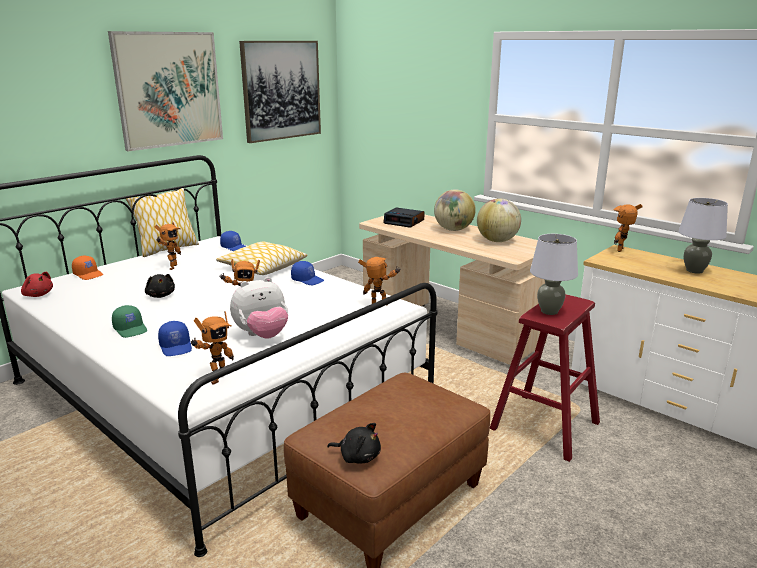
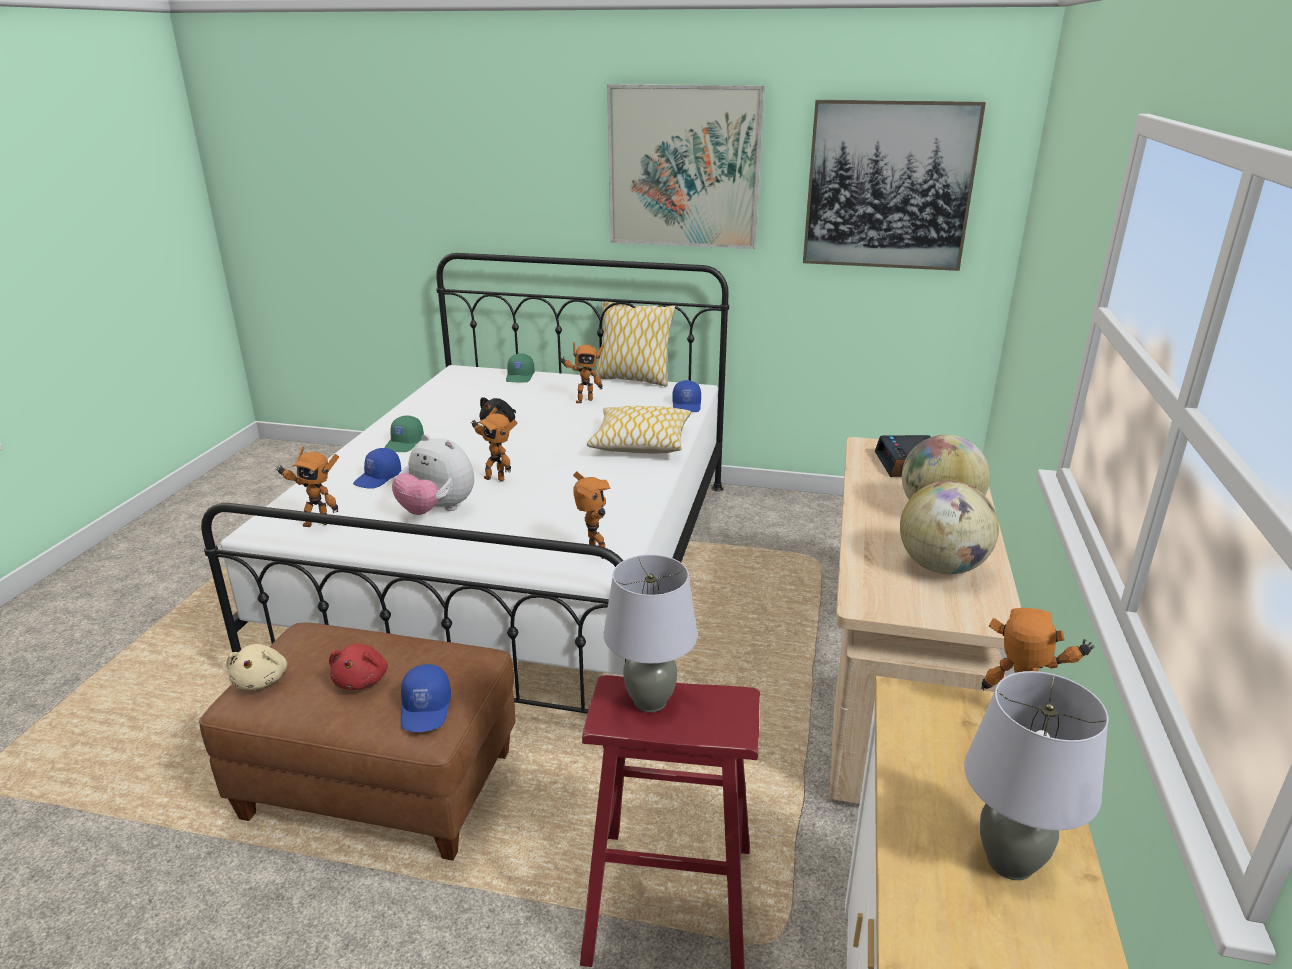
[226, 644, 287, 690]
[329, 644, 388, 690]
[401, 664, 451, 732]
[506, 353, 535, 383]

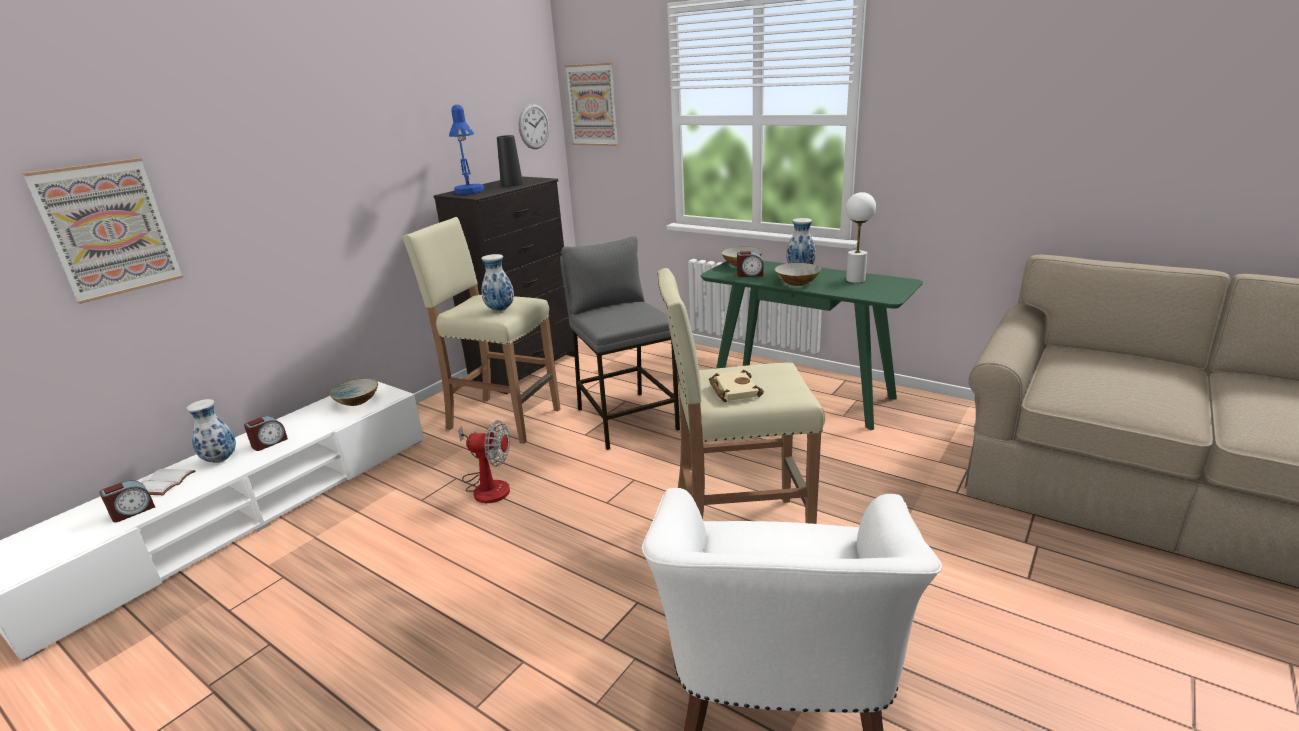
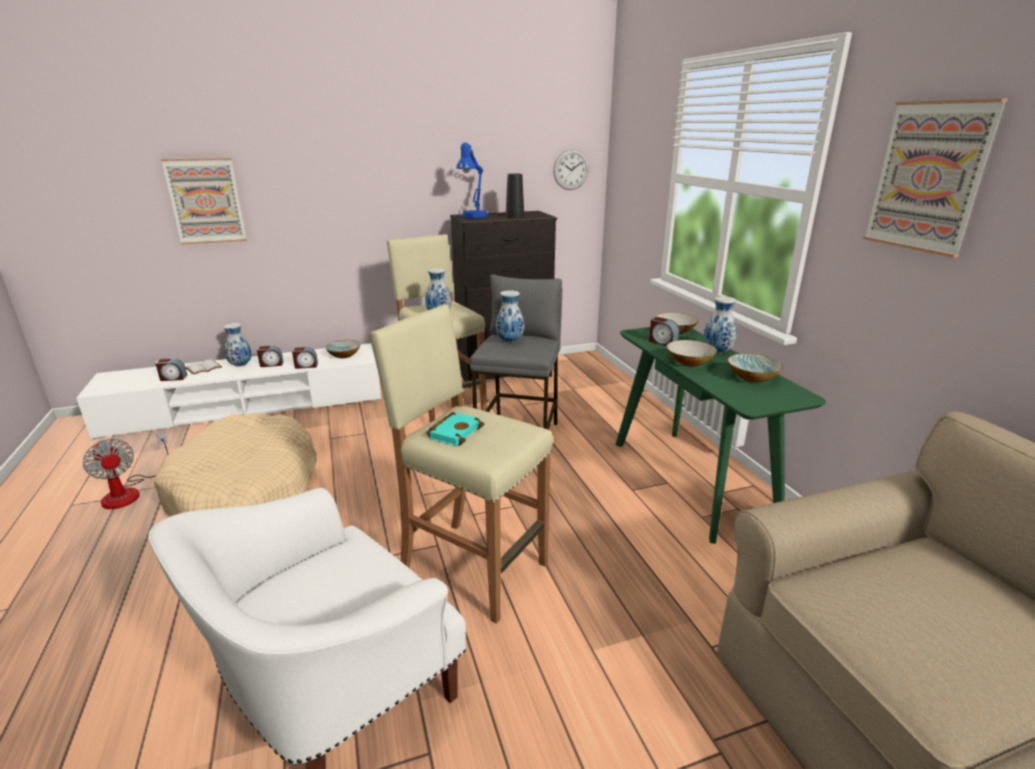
[83, 432, 169, 509]
[154, 413, 317, 517]
[292, 347, 318, 369]
[426, 412, 484, 446]
[496, 290, 524, 343]
[728, 354, 783, 383]
[863, 98, 1008, 258]

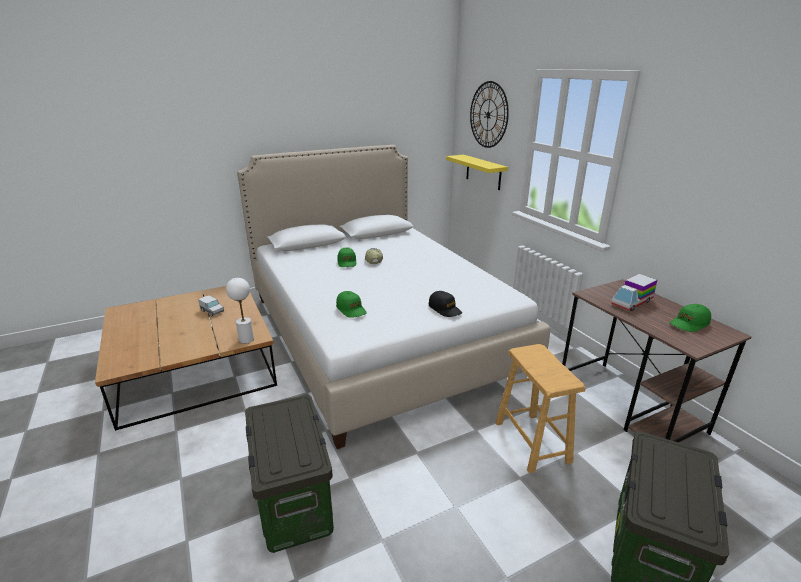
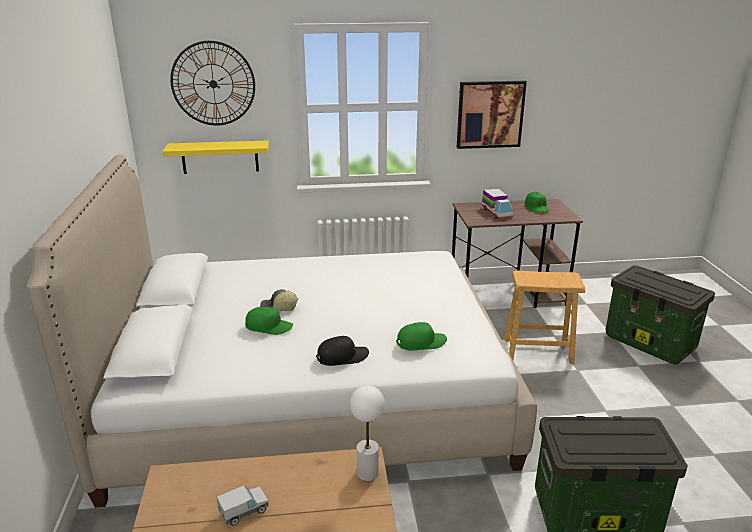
[316, 336, 369, 366]
[456, 80, 527, 149]

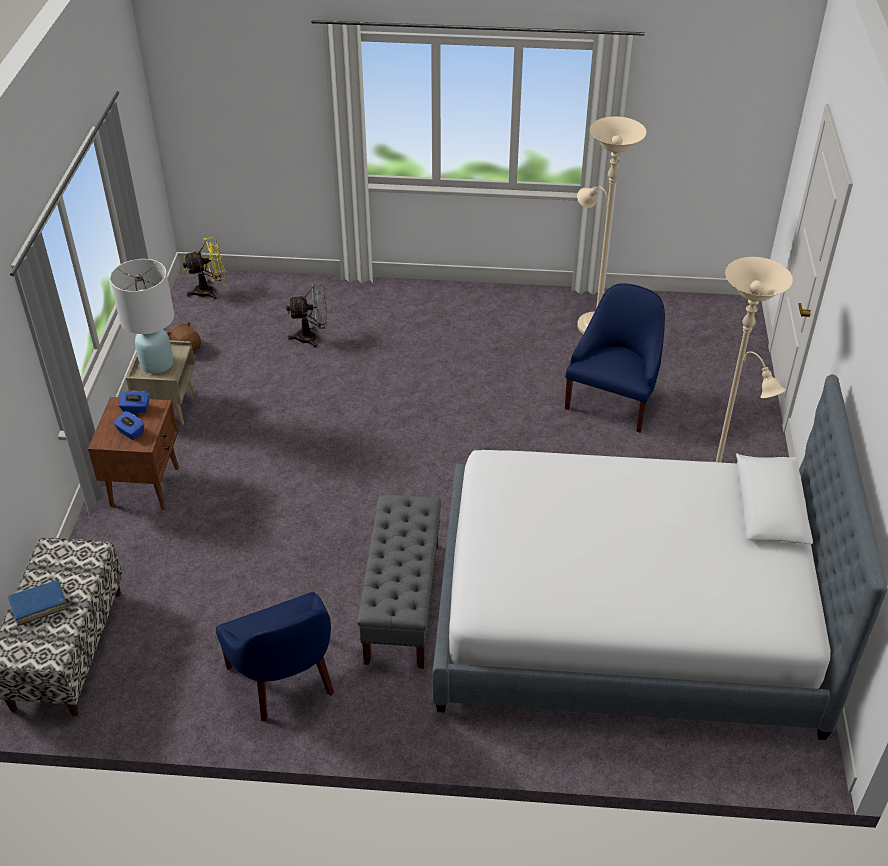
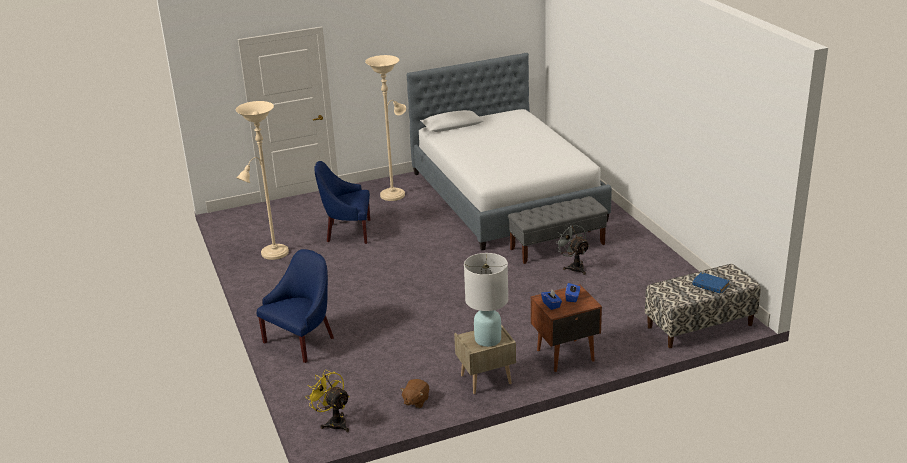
[257, 249, 334, 363]
[555, 223, 590, 275]

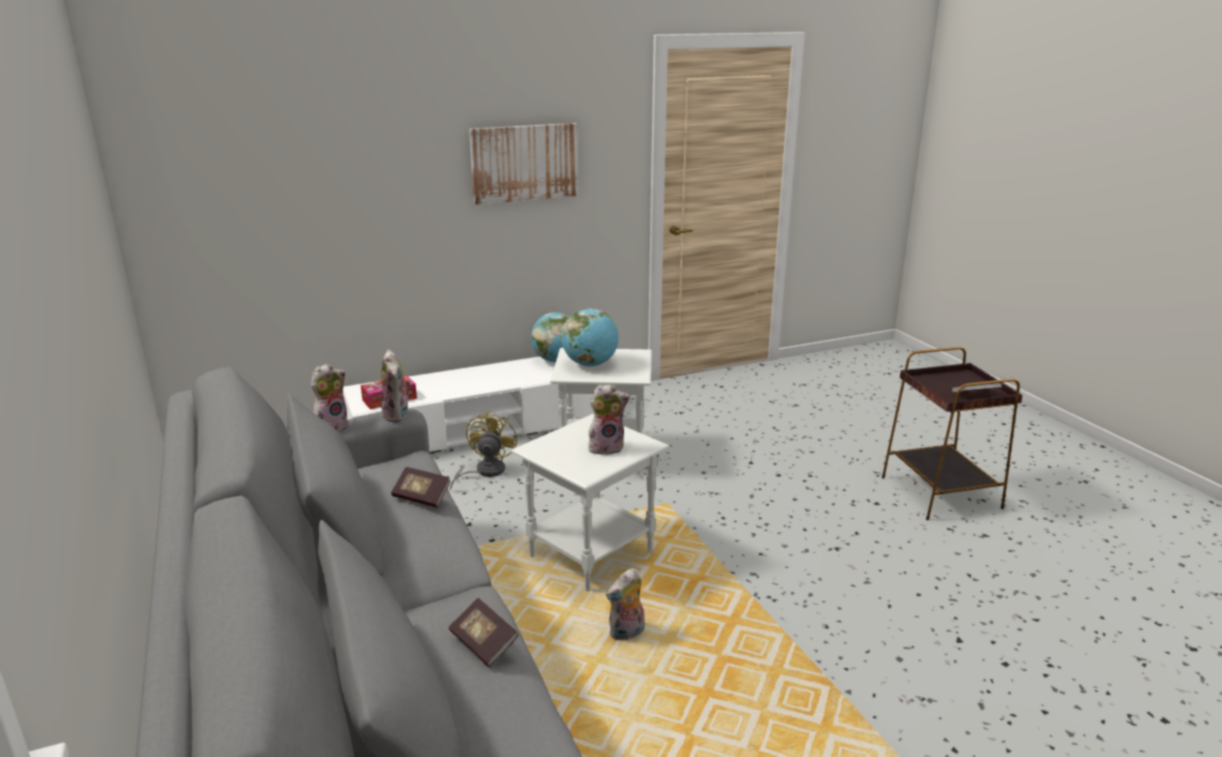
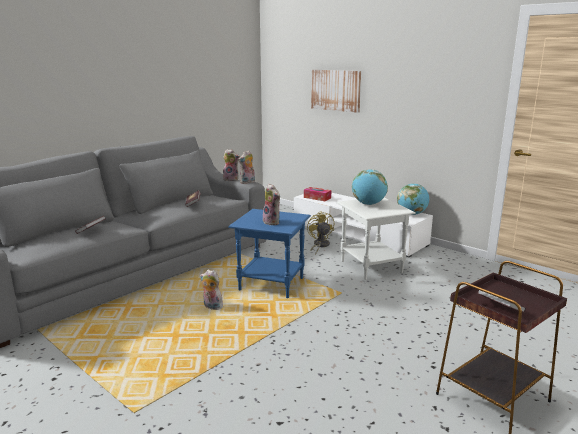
[228, 209, 311, 298]
[307, 211, 334, 255]
[311, 70, 361, 113]

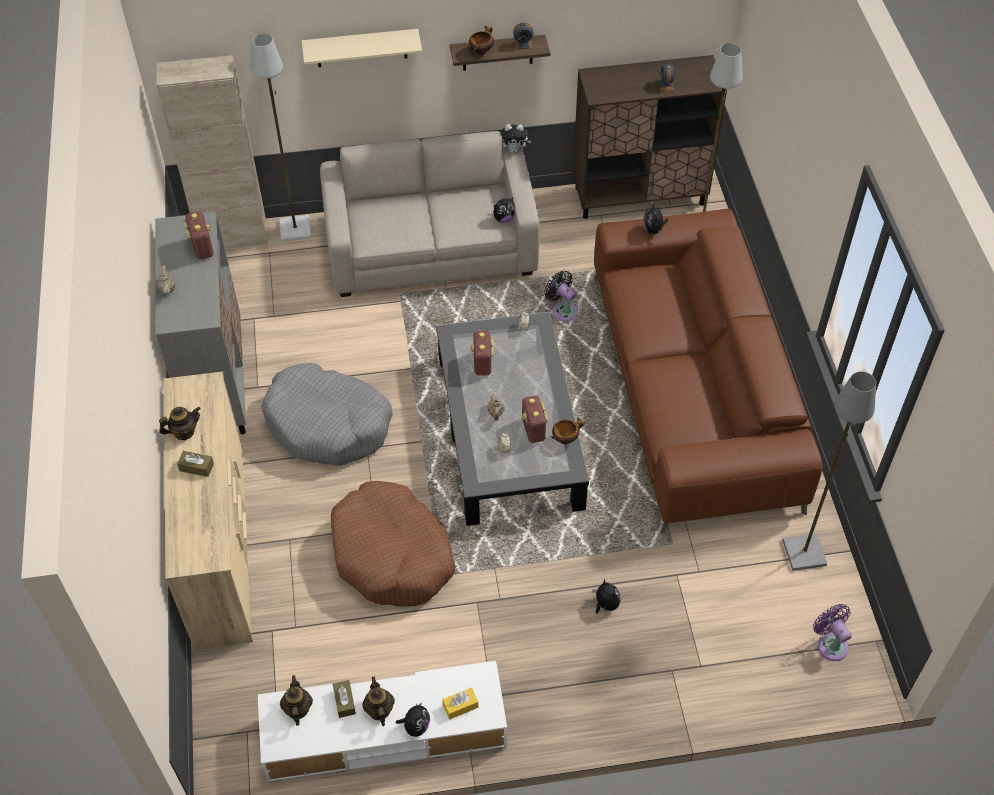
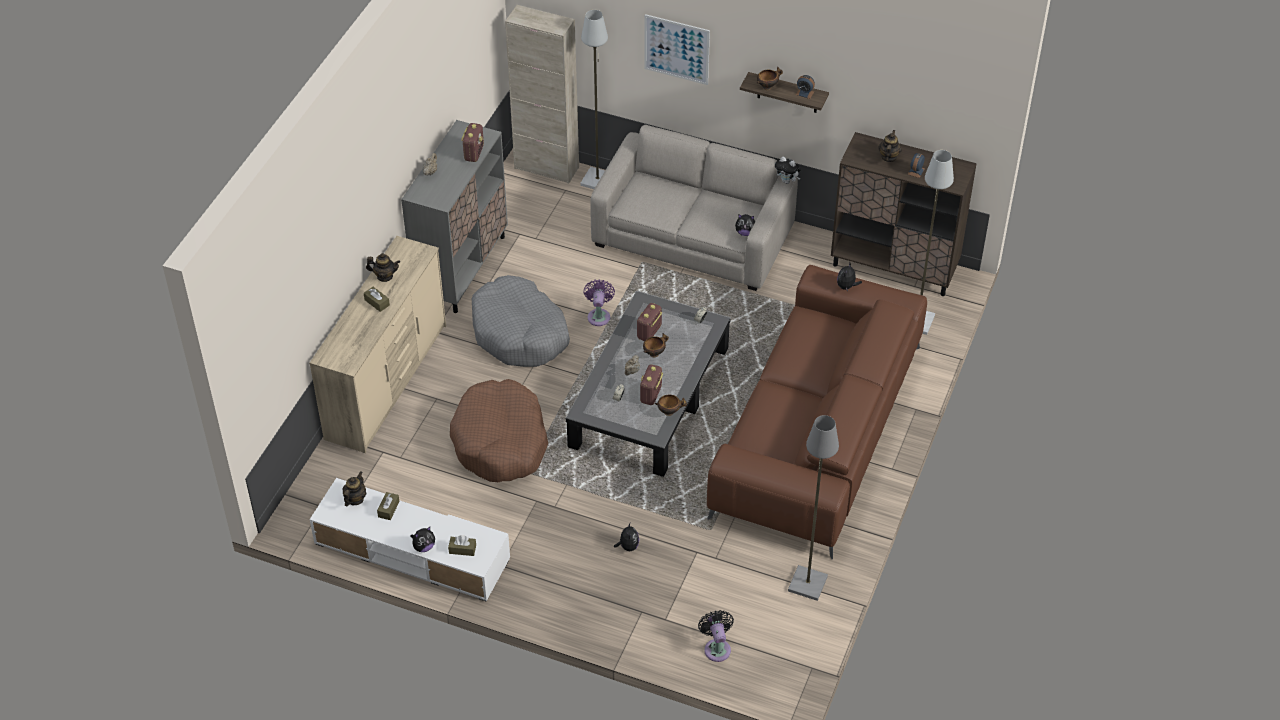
[448, 536, 476, 556]
[584, 279, 615, 326]
[643, 333, 669, 357]
[644, 14, 710, 85]
[698, 610, 734, 662]
[878, 130, 902, 162]

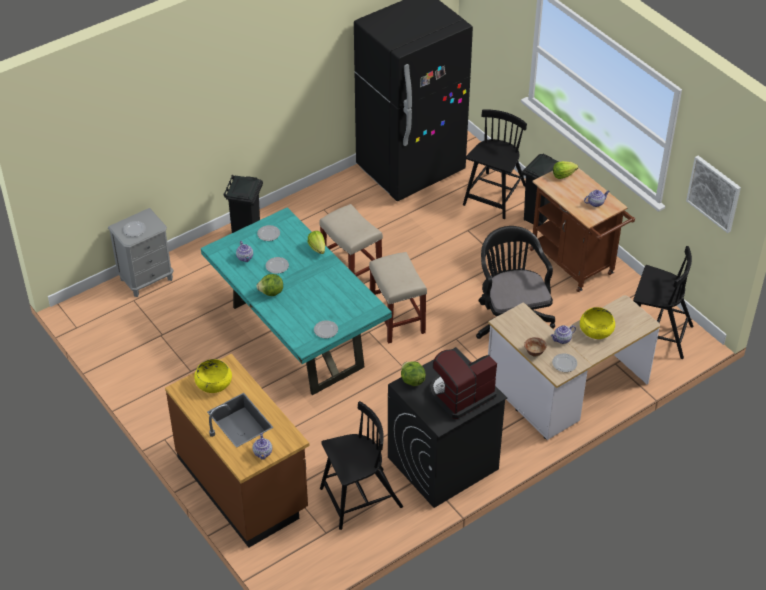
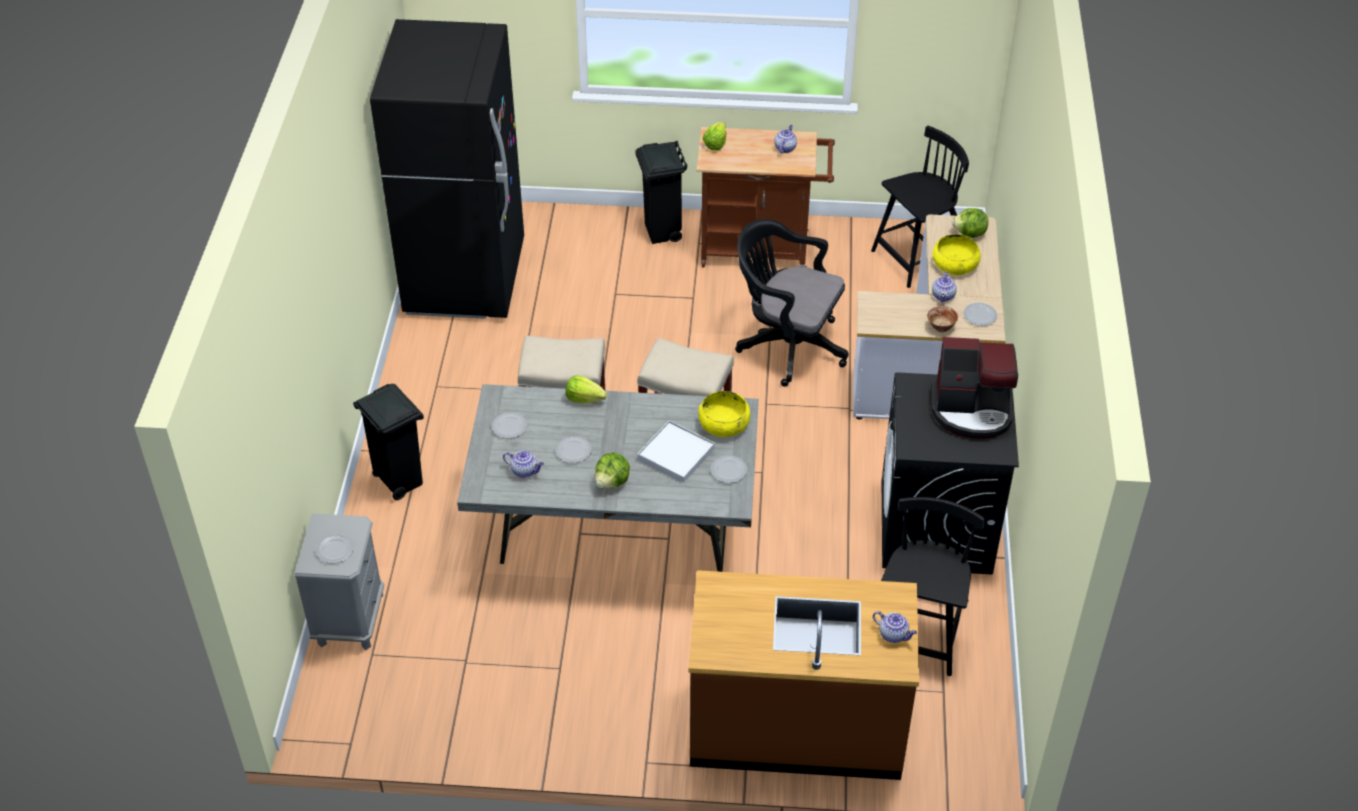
[457, 384, 759, 572]
[637, 420, 715, 483]
[698, 391, 750, 437]
[931, 337, 1018, 439]
[952, 208, 988, 238]
[463, 109, 527, 219] (first image)
[686, 156, 741, 233] (first image)

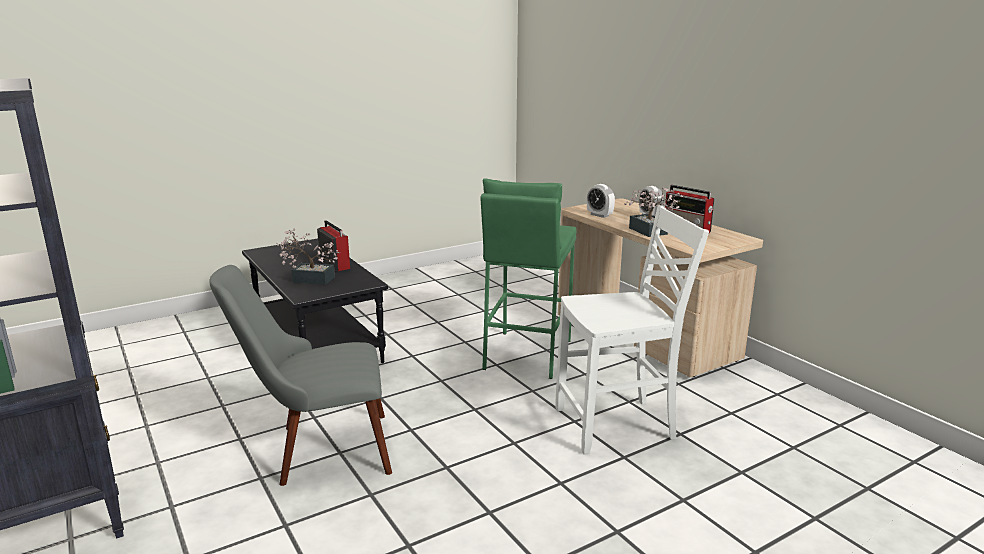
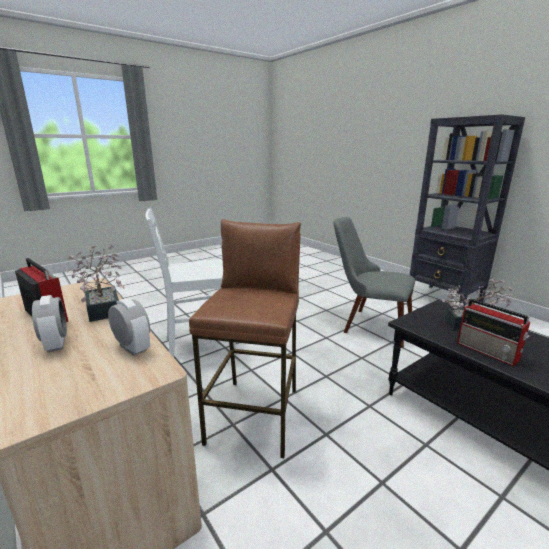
[189, 219, 301, 458]
[334, 217, 415, 348]

